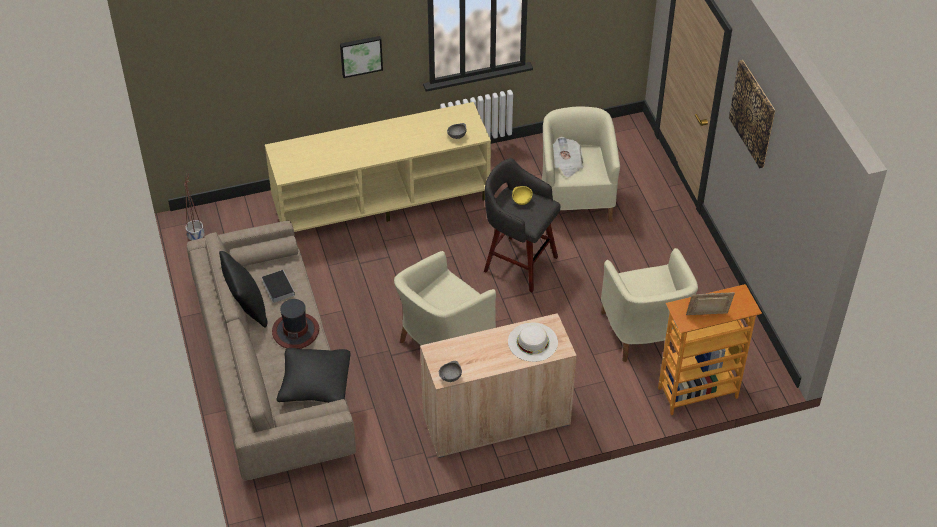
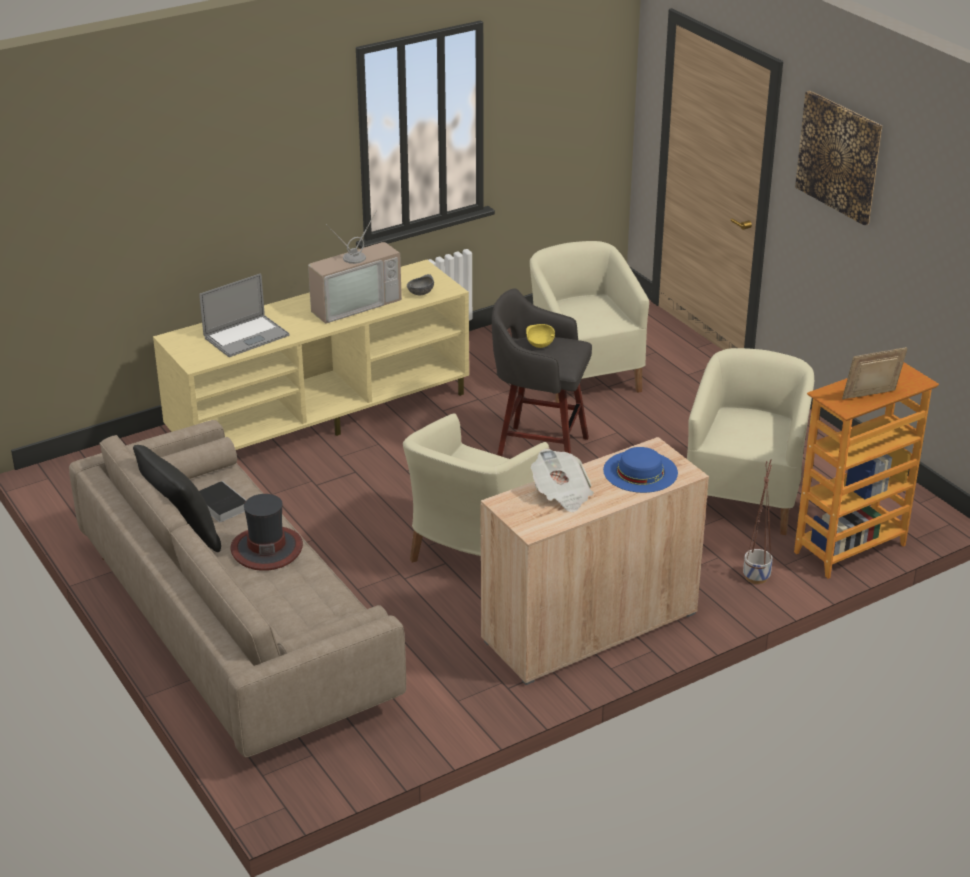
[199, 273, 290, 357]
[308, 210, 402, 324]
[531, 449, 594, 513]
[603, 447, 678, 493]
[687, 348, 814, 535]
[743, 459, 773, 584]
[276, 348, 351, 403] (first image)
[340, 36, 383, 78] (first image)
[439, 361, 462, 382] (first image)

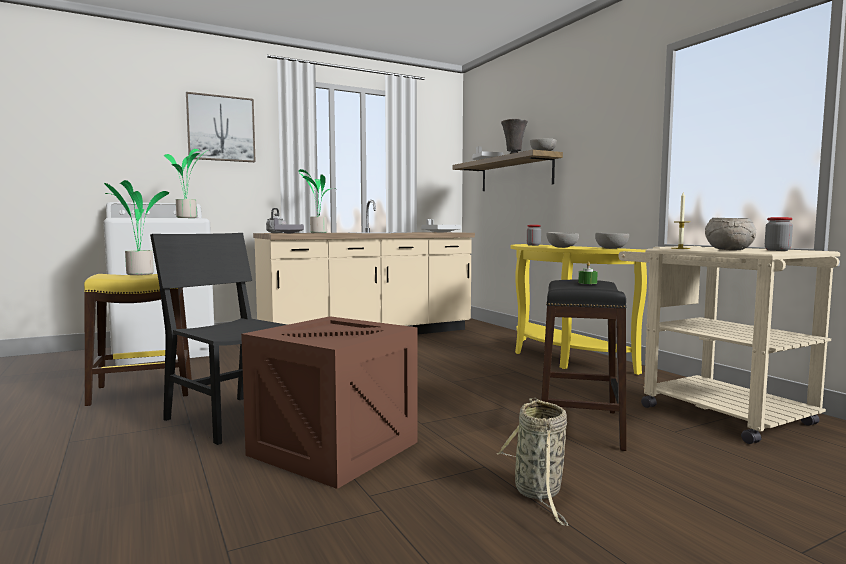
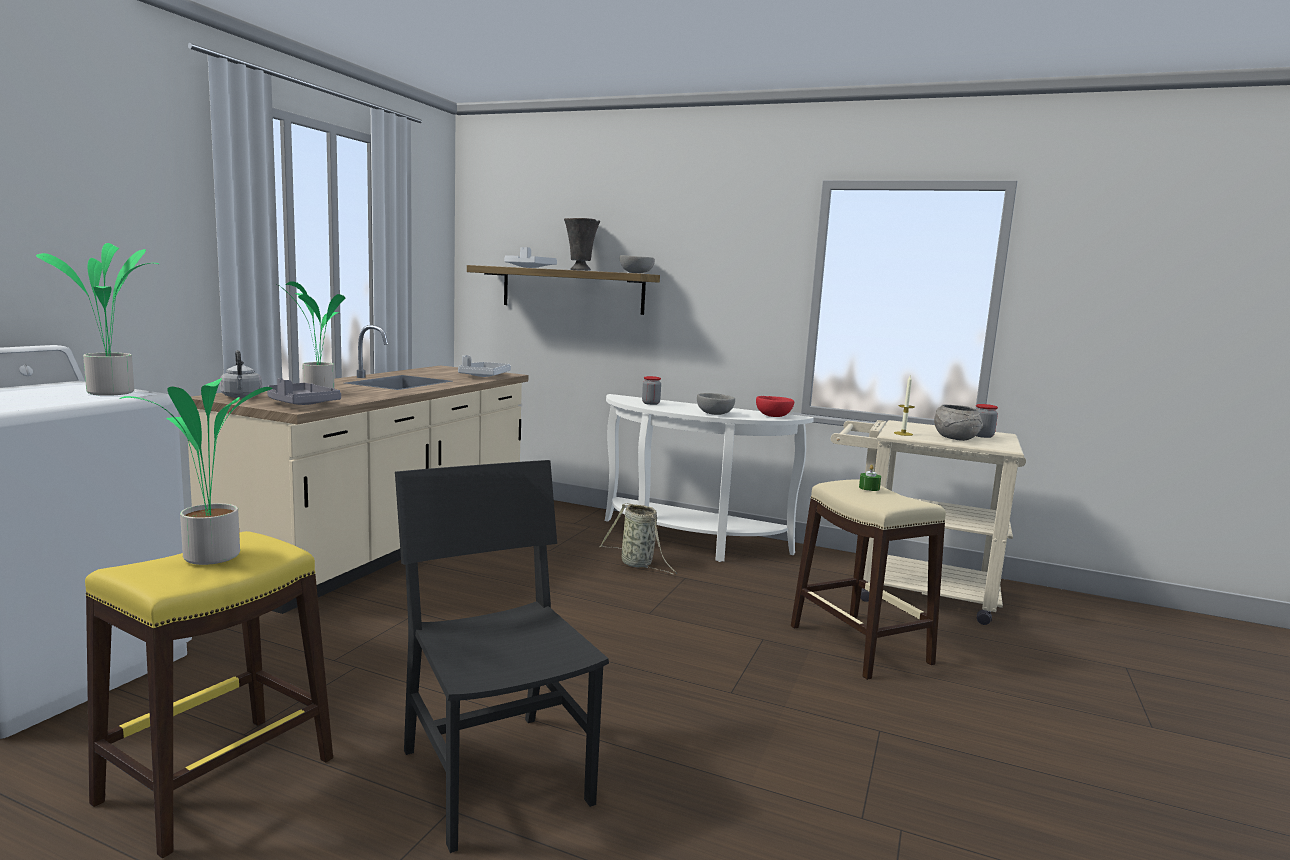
[395, 460, 609, 853]
[600, 503, 677, 574]
[605, 394, 814, 562]
[756, 396, 794, 417]
[791, 479, 946, 680]
[186, 92, 256, 162] (first image)
[241, 316, 418, 489] (first image)

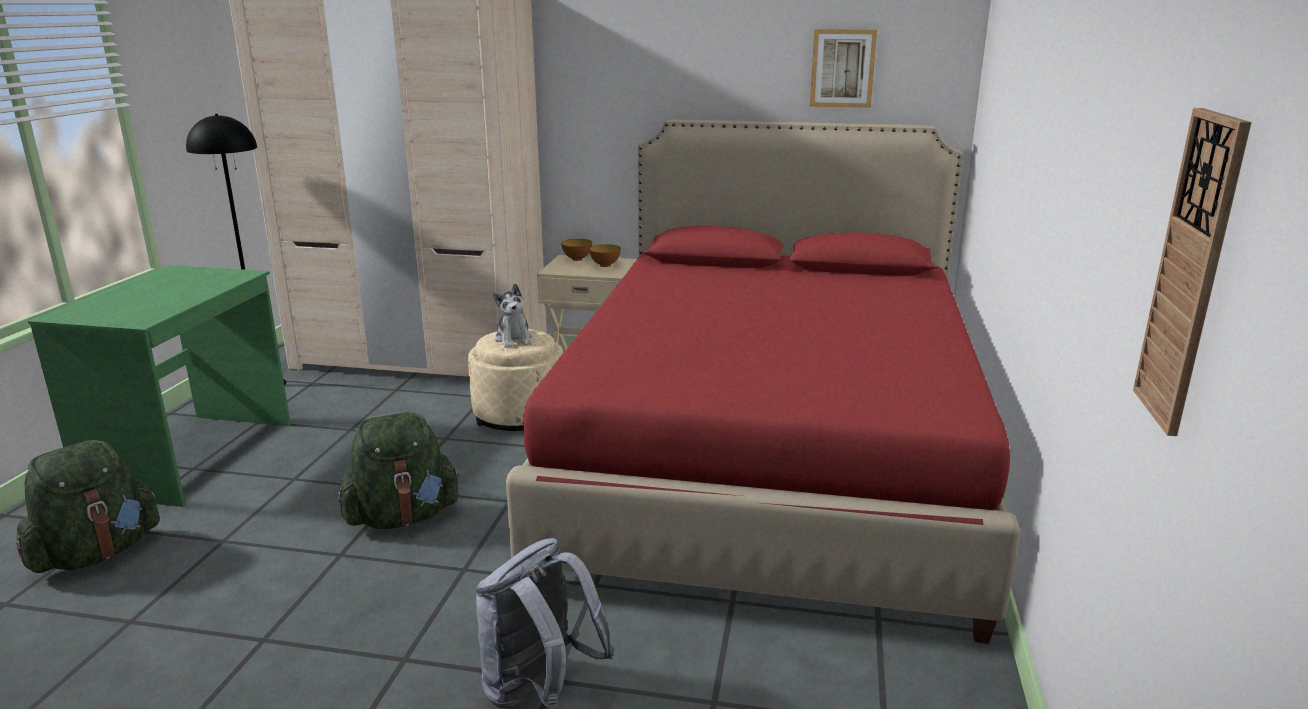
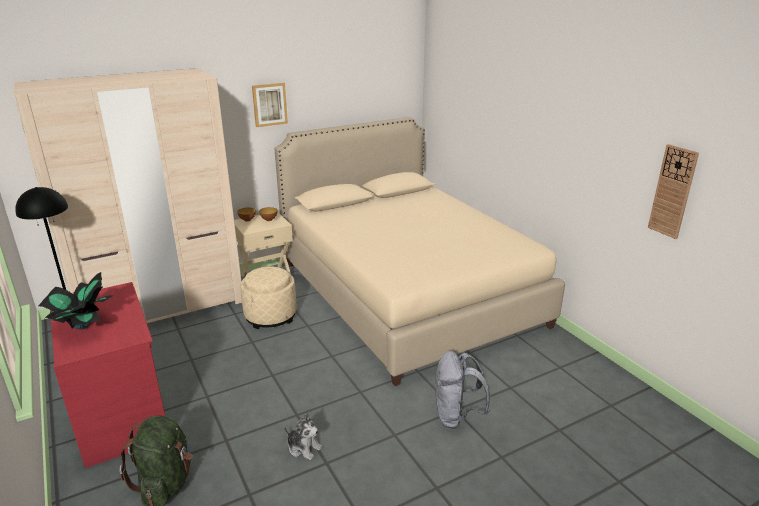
[38, 272, 113, 329]
[50, 282, 165, 468]
[252, 83, 288, 127]
[274, 117, 565, 386]
[284, 413, 322, 460]
[338, 412, 460, 529] (first image)

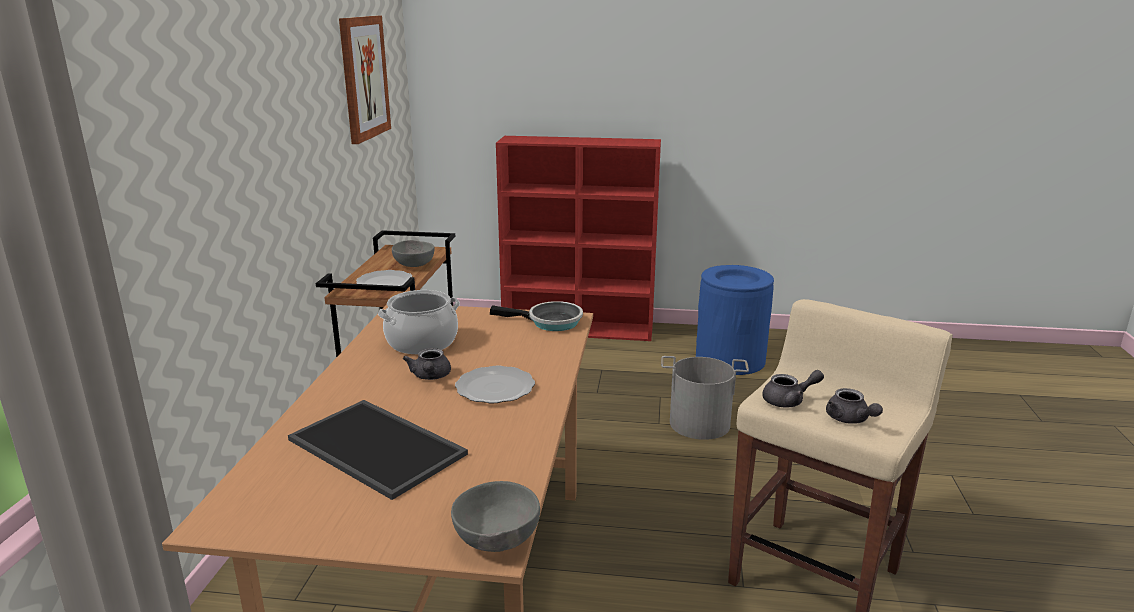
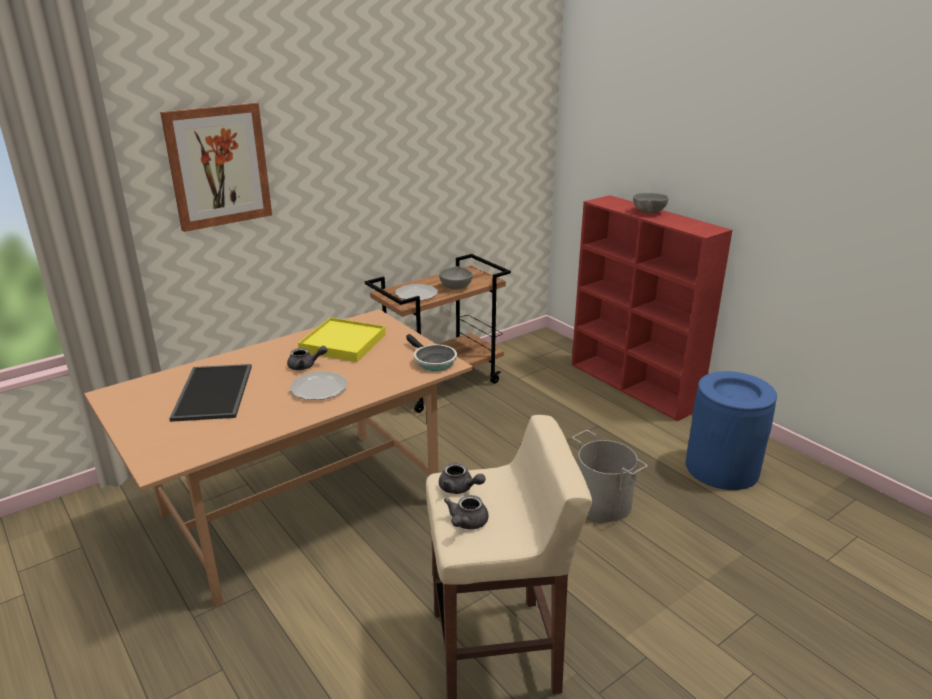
[160, 103, 272, 232]
[287, 346, 327, 370]
[298, 317, 386, 362]
[633, 193, 668, 213]

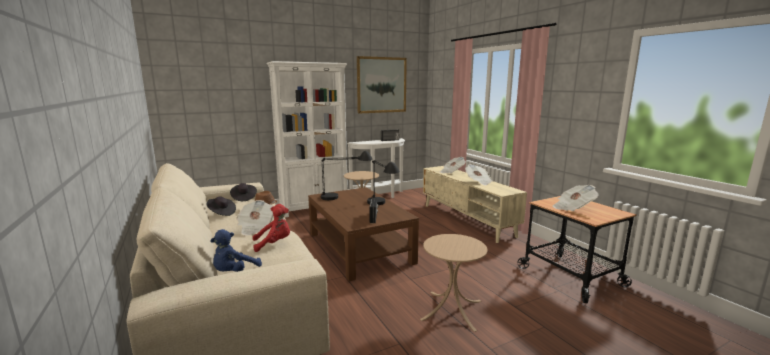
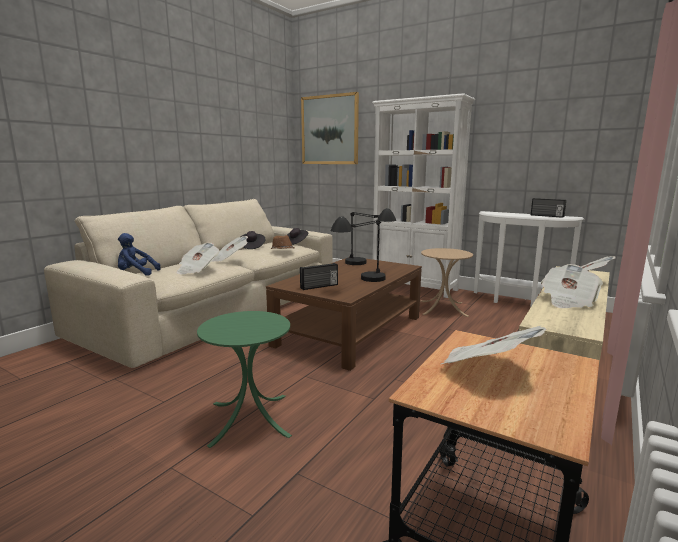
[176, 242, 219, 274]
[197, 311, 292, 448]
[301, 92, 359, 164]

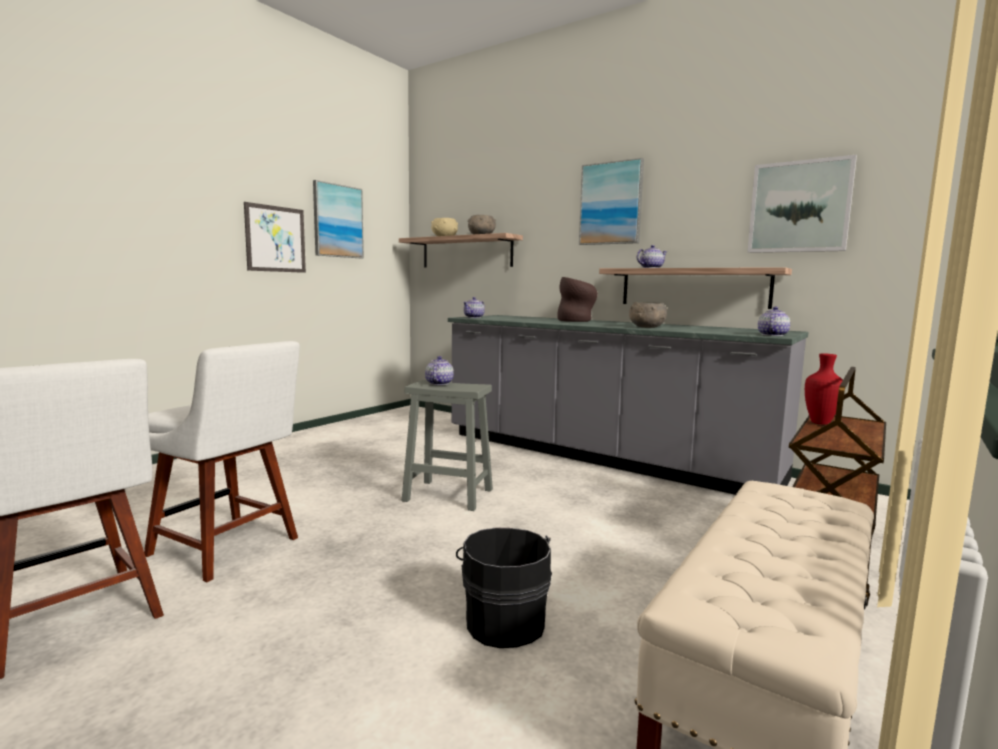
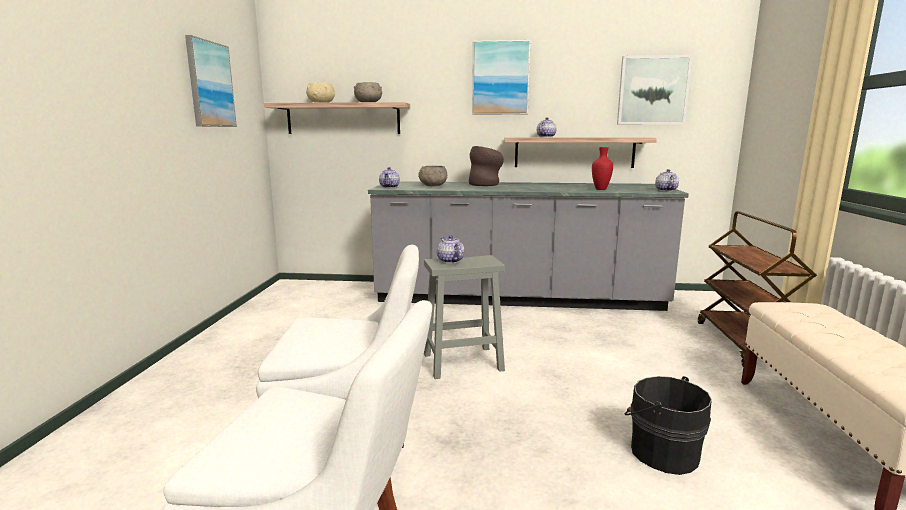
[418, 166, 447, 186]
[592, 147, 613, 190]
[244, 202, 306, 273] (first image)

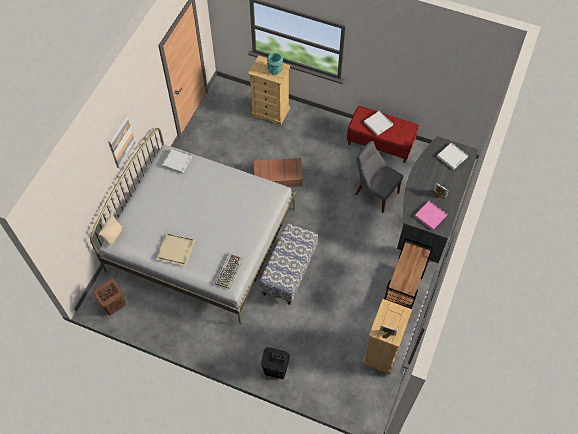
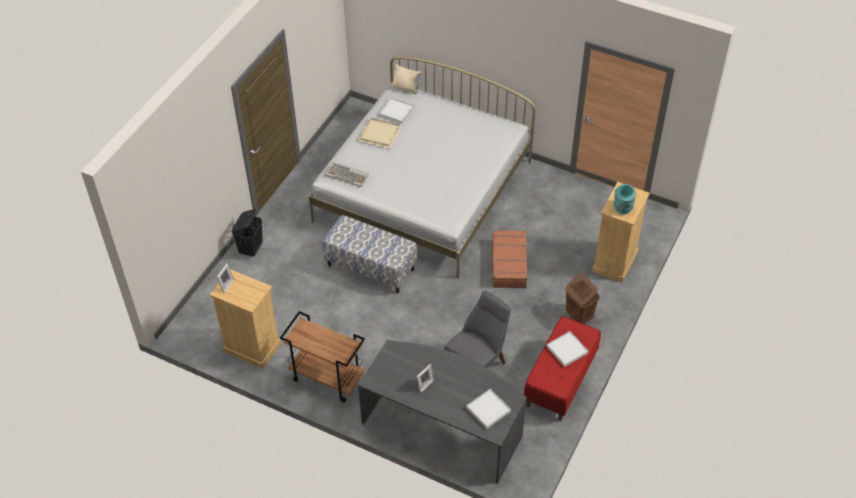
[379, 98, 414, 124]
[565, 273, 600, 324]
[108, 115, 135, 169] (first image)
[415, 201, 447, 230] (first image)

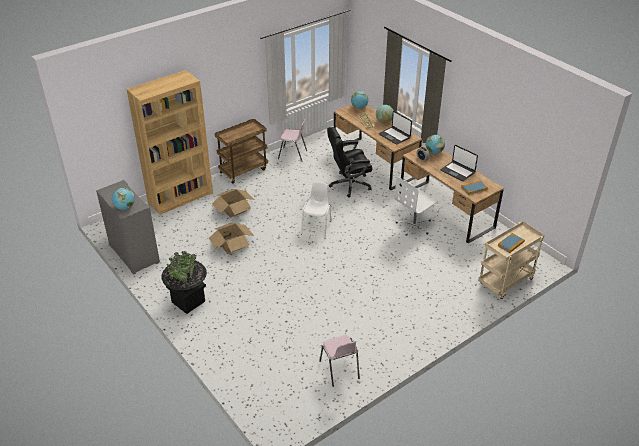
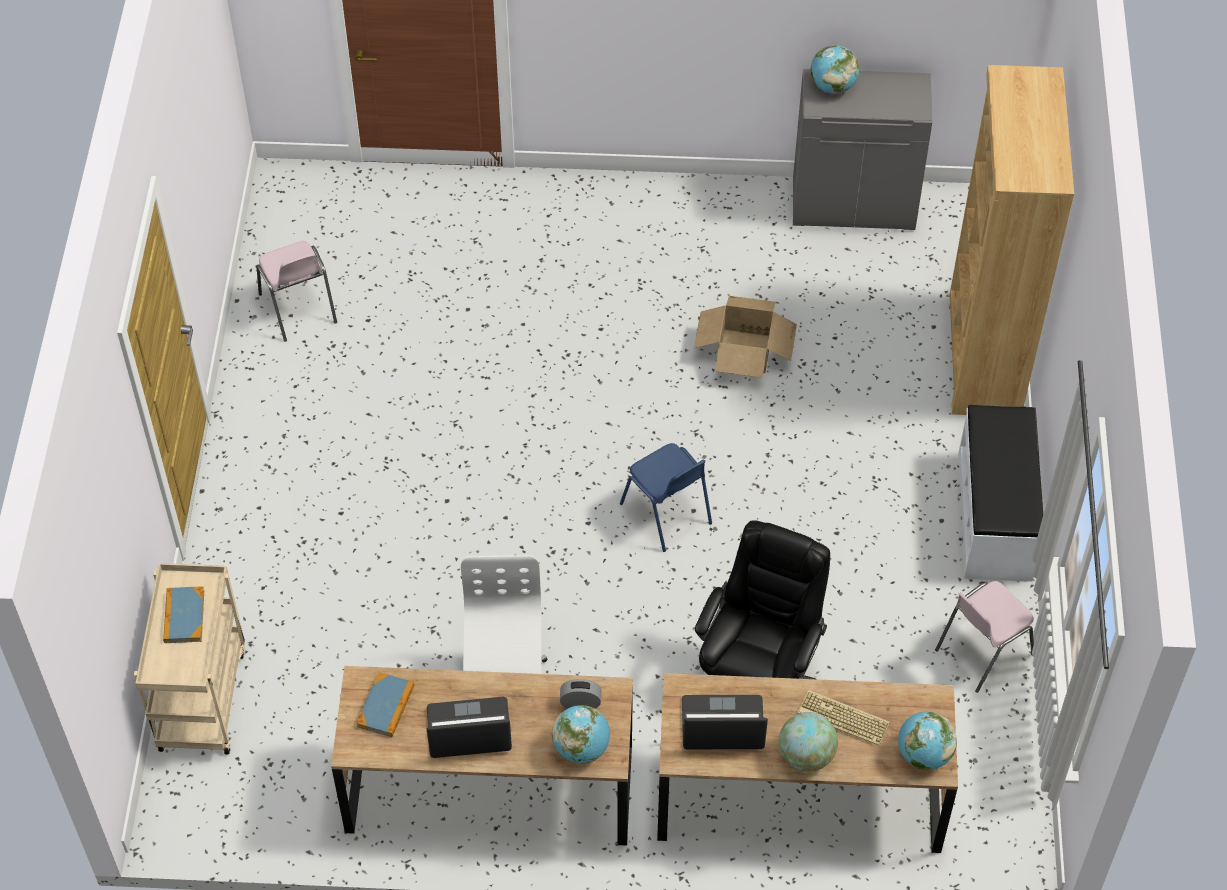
[256, 241, 337, 342]
[620, 443, 712, 552]
[958, 405, 1043, 581]
[162, 251, 207, 314] (first image)
[212, 189, 254, 218] (first image)

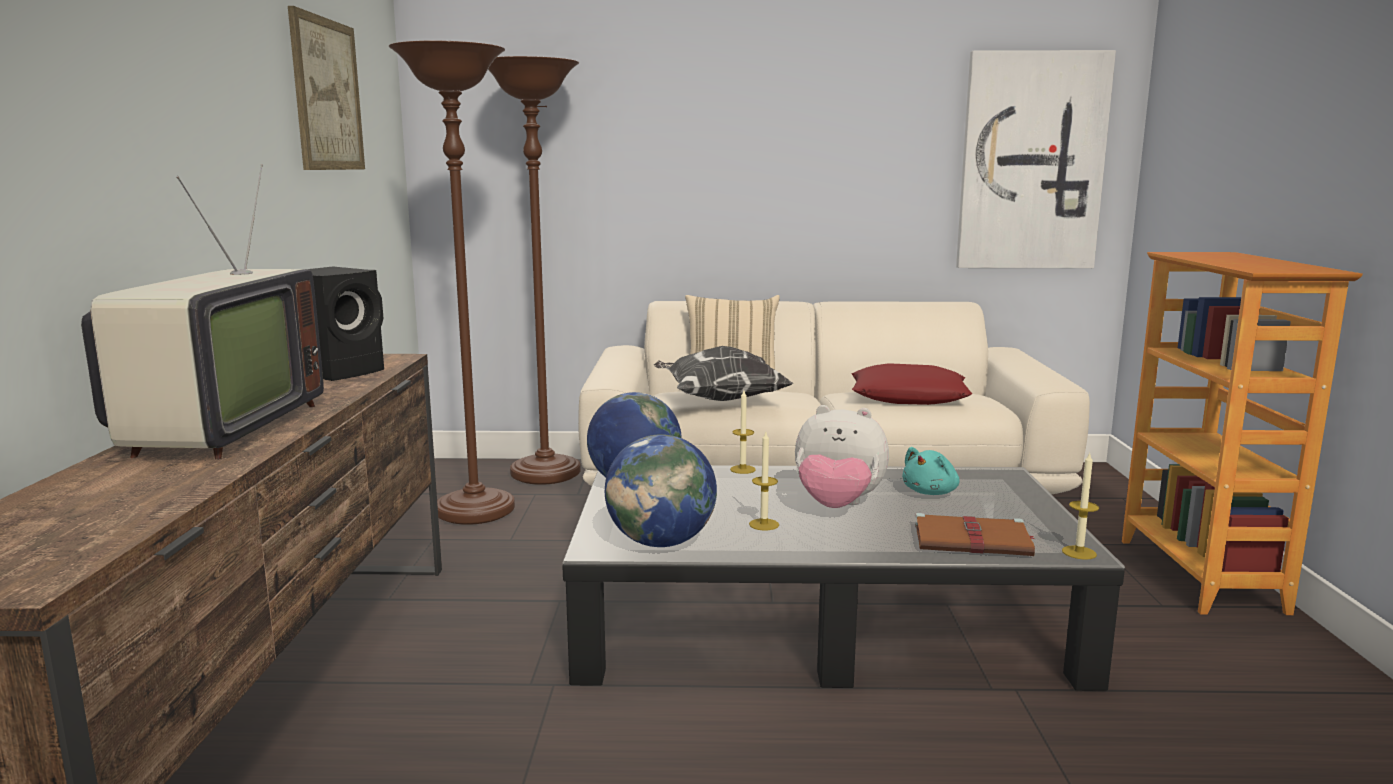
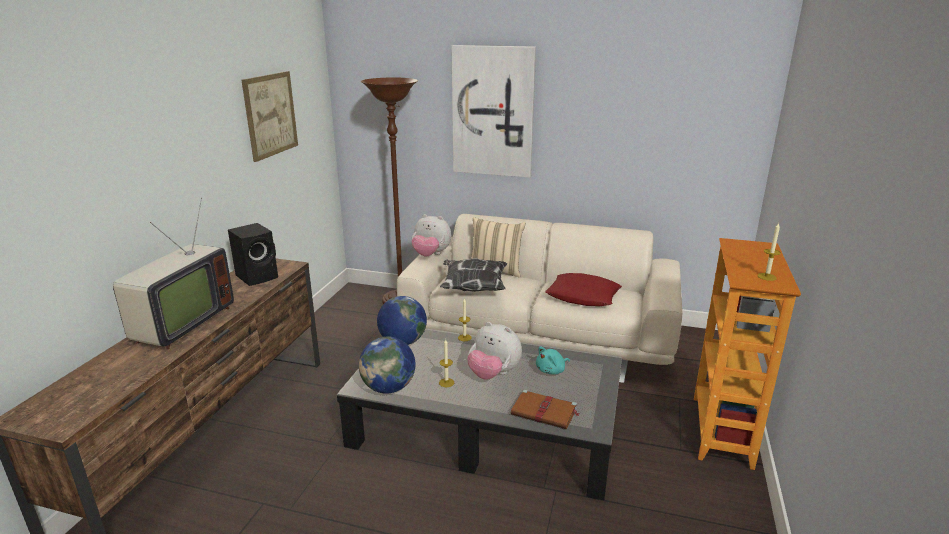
[411, 214, 451, 257]
[451, 45, 536, 178]
[757, 223, 781, 281]
[389, 41, 515, 525] (first image)

